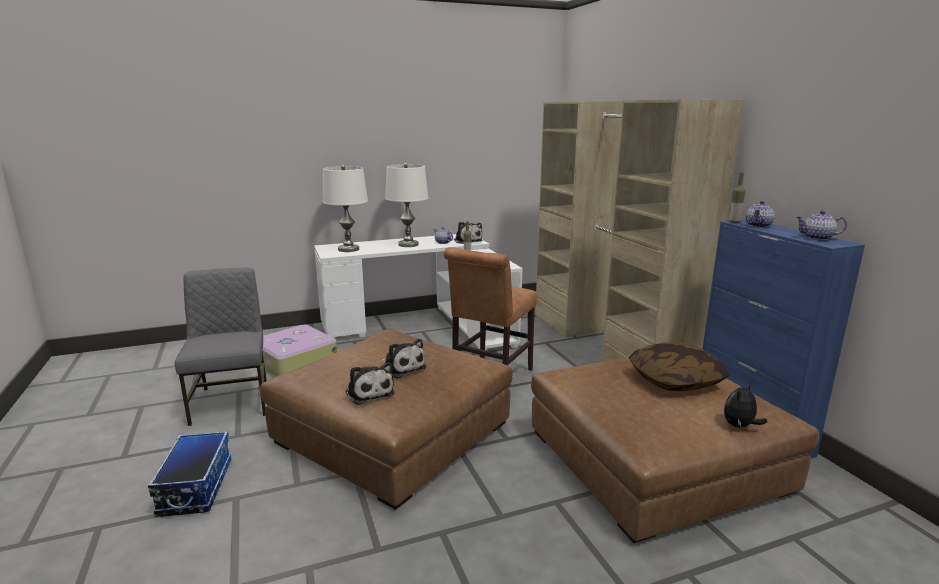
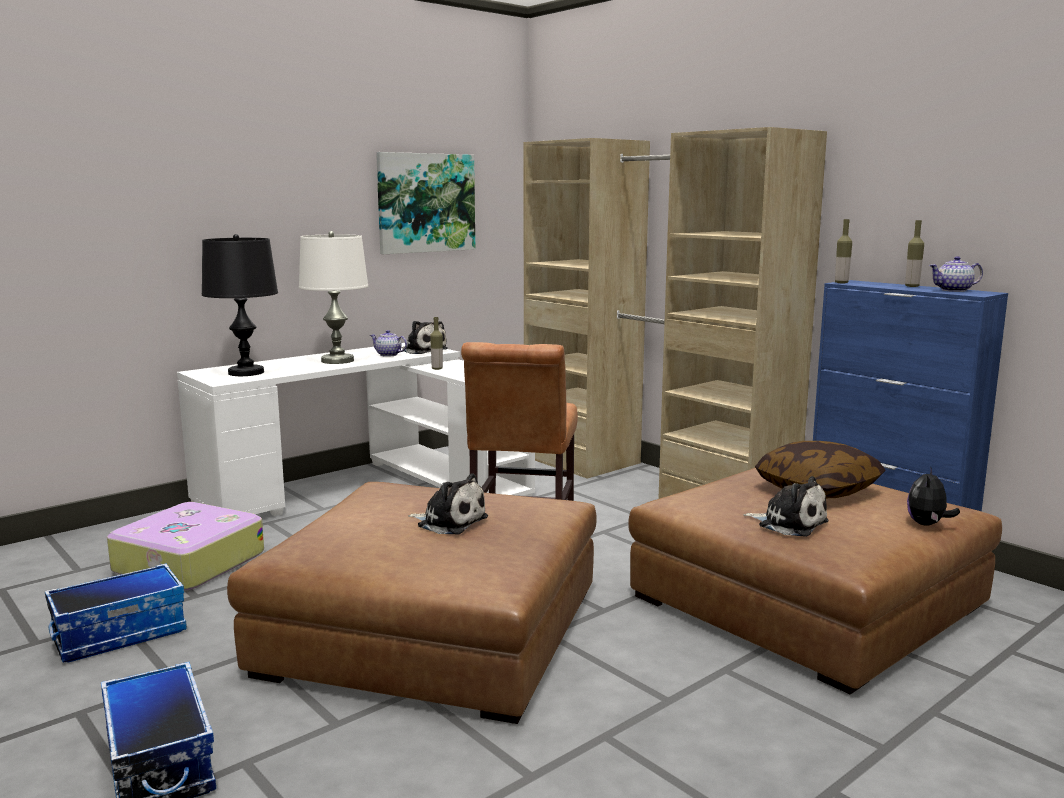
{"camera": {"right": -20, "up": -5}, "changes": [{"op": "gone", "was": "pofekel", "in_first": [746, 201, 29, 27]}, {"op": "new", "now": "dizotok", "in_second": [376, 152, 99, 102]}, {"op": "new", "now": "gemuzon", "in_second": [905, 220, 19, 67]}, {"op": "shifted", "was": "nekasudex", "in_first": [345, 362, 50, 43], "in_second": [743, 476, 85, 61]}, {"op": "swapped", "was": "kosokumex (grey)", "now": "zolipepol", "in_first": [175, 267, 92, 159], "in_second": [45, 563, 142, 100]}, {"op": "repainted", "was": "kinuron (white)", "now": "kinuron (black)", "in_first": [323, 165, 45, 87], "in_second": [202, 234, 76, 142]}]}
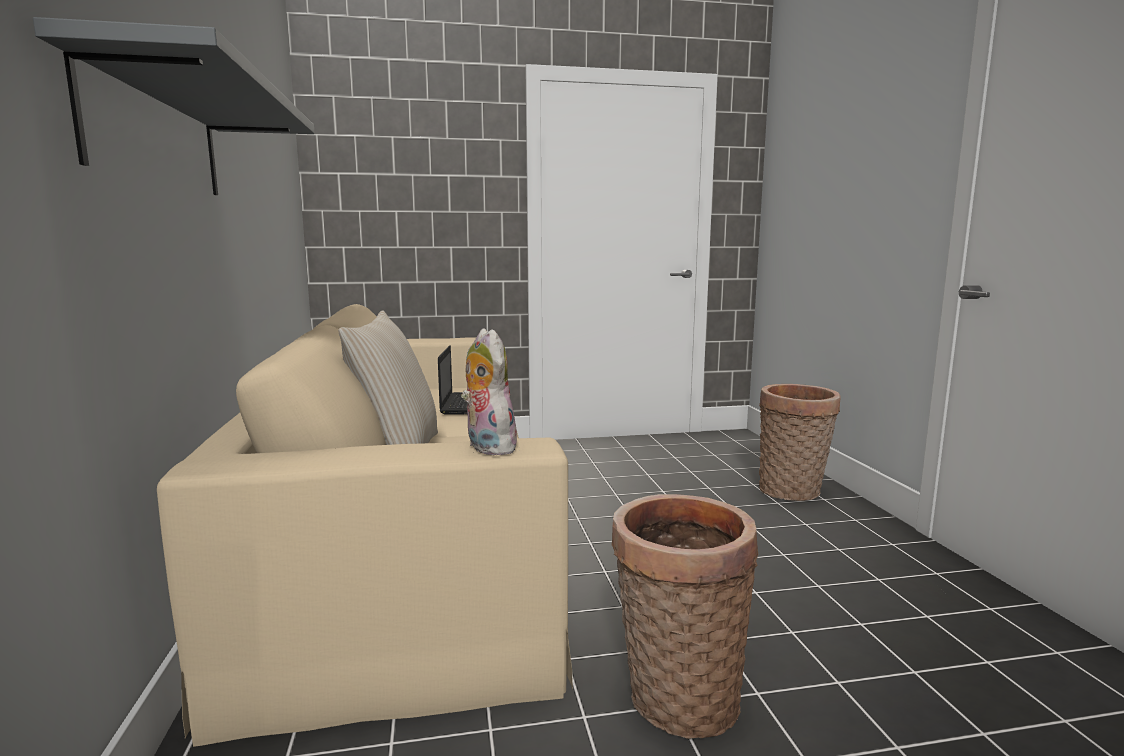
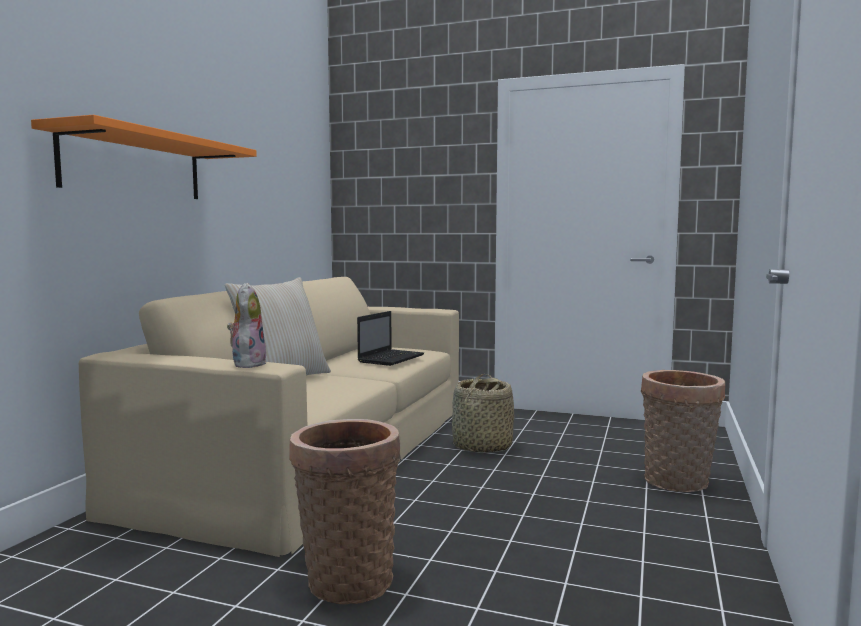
{"camera": {"right": 30, "up": -5}, "changes": [{"op": "new", "now": "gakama", "in_second": [452, 374, 62, 79]}, {"op": "repainted", "was": "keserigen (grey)", "now": "keserigen (orange)", "in_first": [33, 17, 282, 178], "in_second": [31, 115, 226, 84]}]}
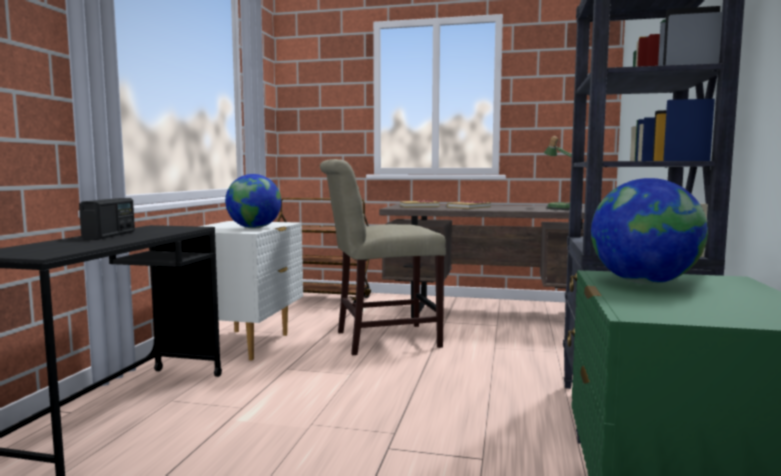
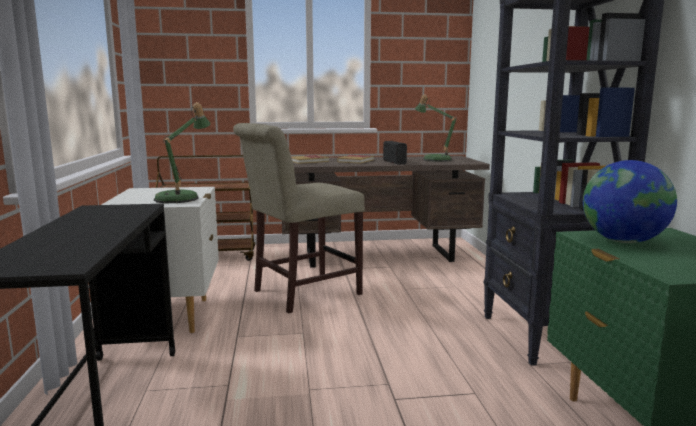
{"camera": {"right": -20, "up": 5}, "changes": [{"op": "shifted", "was": "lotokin", "in_first": [79, 198, 56, 42], "in_second": [383, 141, 24, 24]}, {"op": "swapped", "was": "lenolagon", "now": "kinuron", "in_first": [225, 174, 56, 55], "in_second": [154, 102, 57, 101]}]}
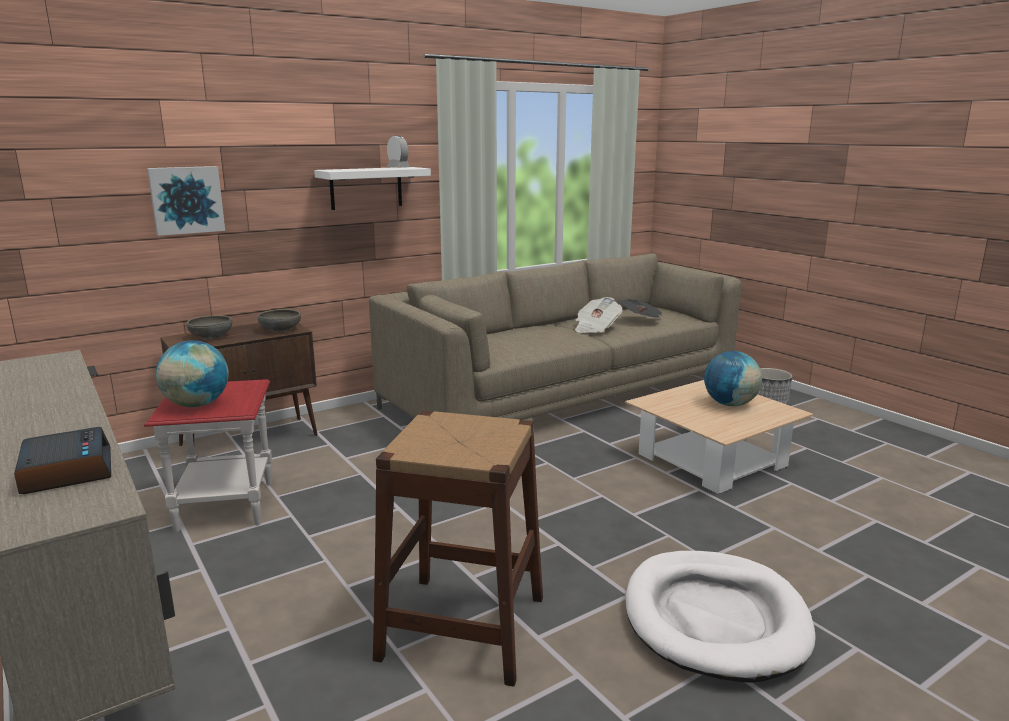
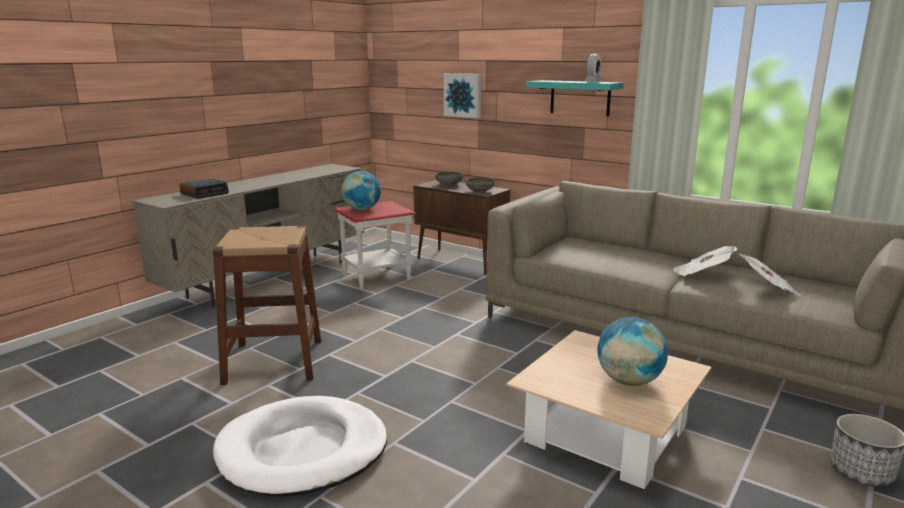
{"camera": {"right": 70, "up": 0}, "changes": [{"op": "repainted", "was": "keserigen (white)", "now": "keserigen (turquoise)", "in_first": [314, 167, 117, 43], "in_second": [526, 80, 98, 36]}]}
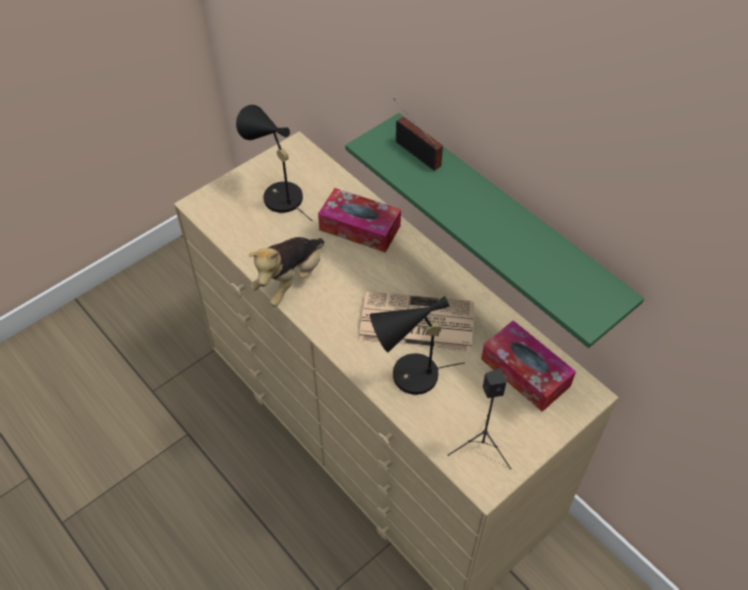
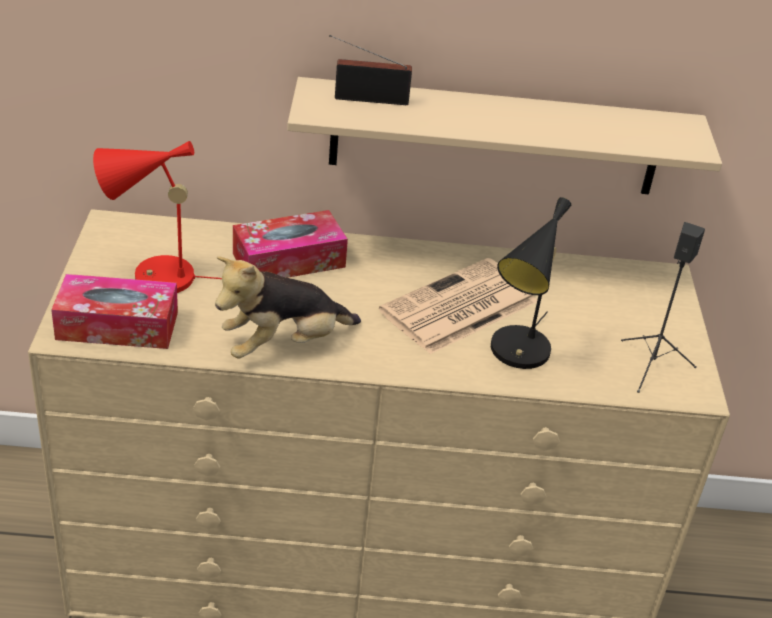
{"camera": {"right": -50, "up": -15}, "changes": [{"op": "shifted", "was": "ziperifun", "in_first": [481, 320, 95, 92], "in_second": [51, 274, 127, 75]}, {"op": "repainted", "was": "kinuron (black)", "now": "kinuron (red)", "in_first": [236, 105, 76, 116], "in_second": [93, 141, 129, 152]}, {"op": "repainted", "was": "keserigen (green)", "now": "keserigen (beige)", "in_first": [345, 113, 299, 235], "in_second": [287, 77, 435, 117]}, {"op": "rotated", "was": "nekasudex", "in_first": [249, 237, 75, 69], "in_second": [215, 256, 146, 102], "clockwise": 75}]}
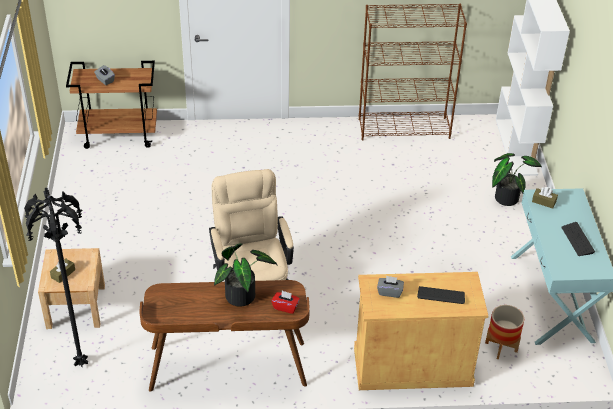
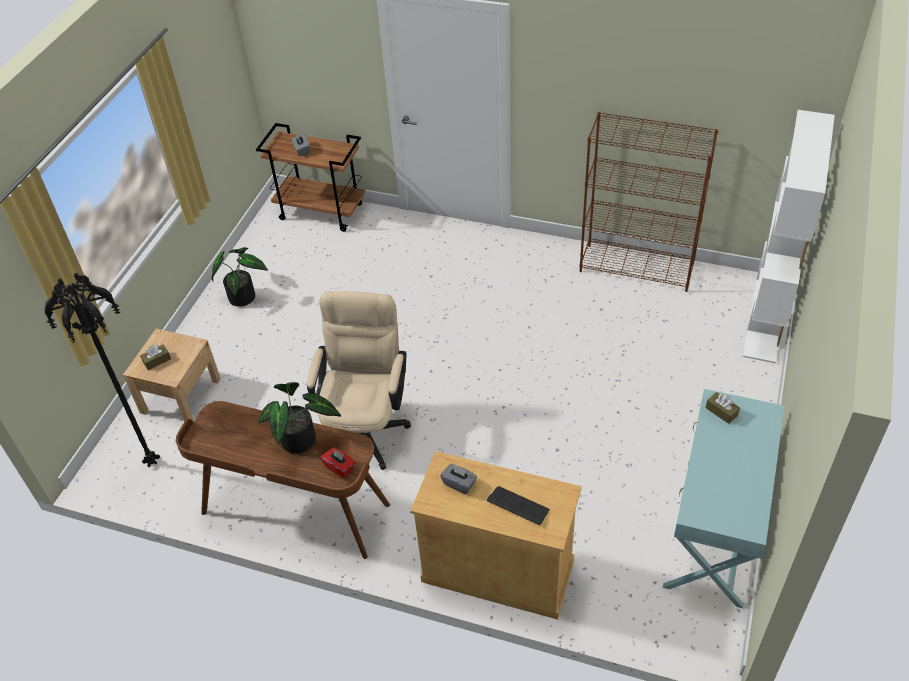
{"camera": {"right": 25, "up": 5}, "changes": [{"op": "gone", "was": "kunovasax", "in_first": [485, 305, 39, 54]}, {"op": "gone", "was": "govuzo", "in_first": [561, 222, 34, 34]}, {"op": "shifted", "was": "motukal", "in_first": [492, 153, 50, 53], "in_second": [212, 247, 56, 60]}]}
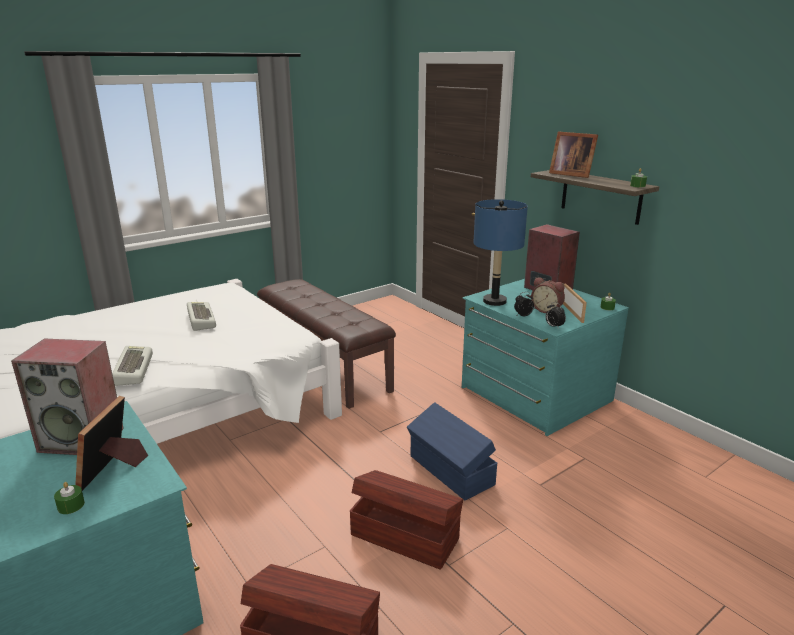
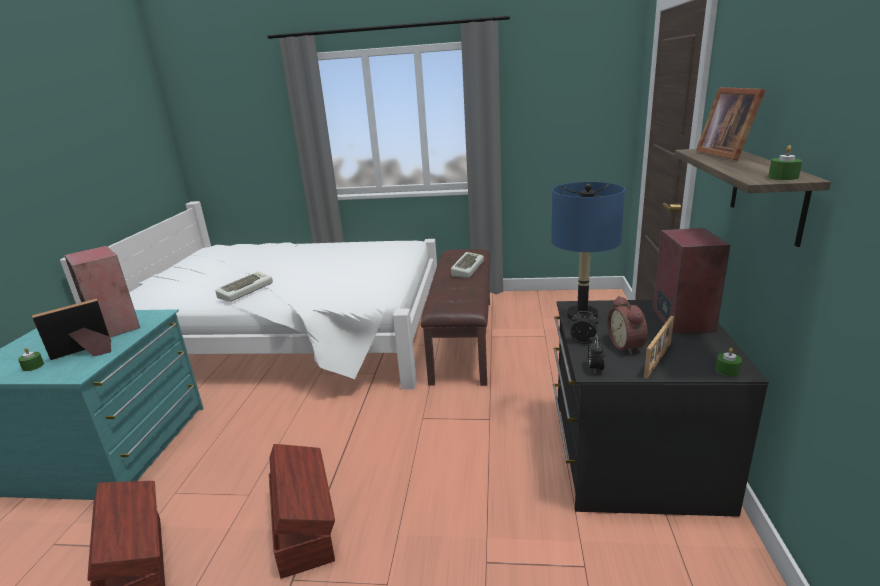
{"camera": {"right": 45, "up": 0}, "changes": [{"op": "gone", "was": "zolipepol (blue)", "in_first": [407, 402, 90, 98]}, {"op": "shifted", "was": "govuzo", "in_first": [187, 302, 29, 29], "in_second": [451, 252, 33, 26]}, {"op": "repainted", "was": "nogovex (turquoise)", "now": "nogovex (black)", "in_first": [462, 279, 167, 157], "in_second": [553, 300, 216, 217]}]}
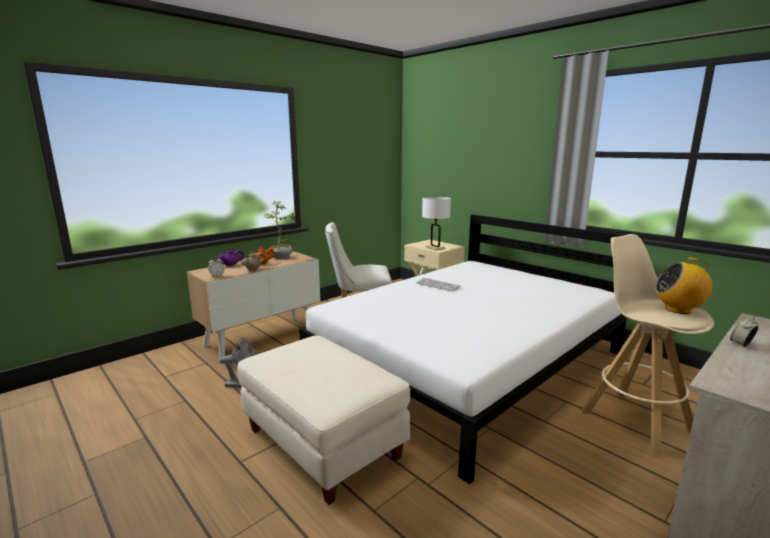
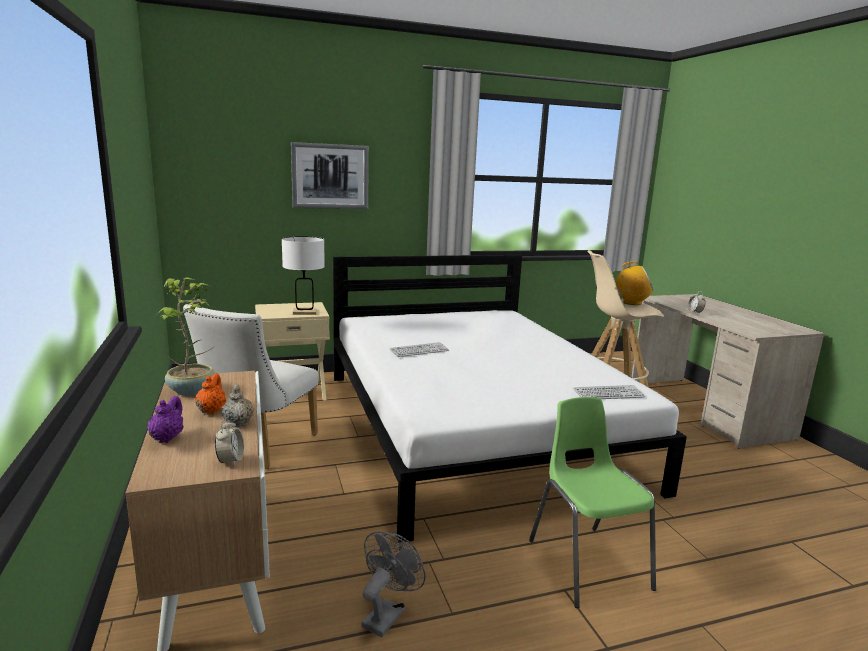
{"camera": {"right": -65, "up": 0}, "changes": [{"op": "new", "now": "dizotok", "in_second": [291, 142, 78, 67]}, {"op": "new", "now": "govuzo", "in_second": [573, 385, 72, 14]}, {"op": "swapped", "was": "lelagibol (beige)", "now": "kosokumex (green)", "in_first": [237, 335, 173, 170], "in_second": [529, 397, 127, 211]}, {"op": "rotated", "was": "lotokin", "in_first": [654, 257, 58, 57], "in_second": [616, 261, 37, 44], "clockwise": -120}]}
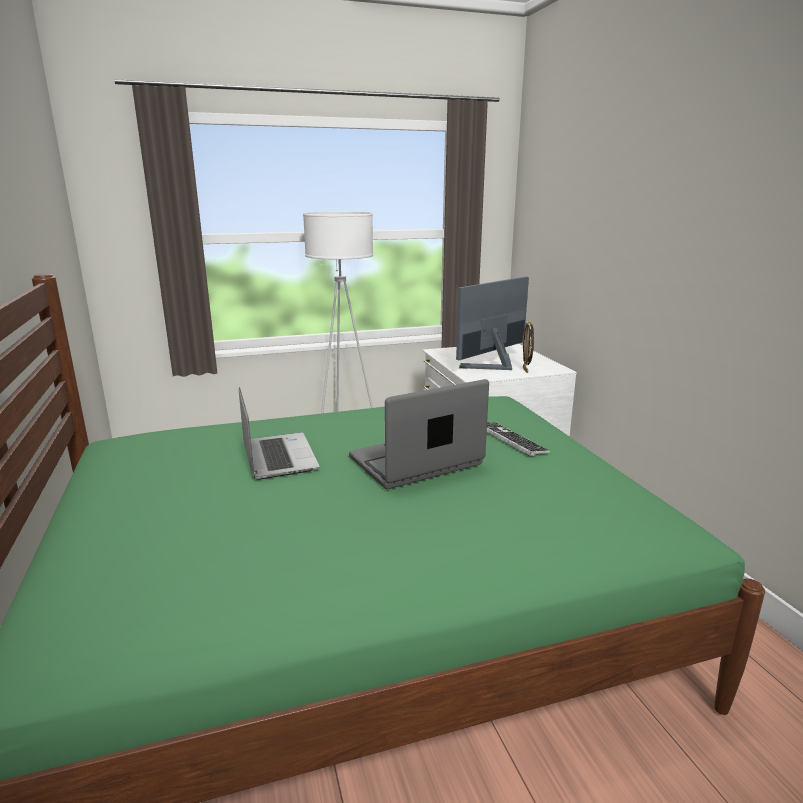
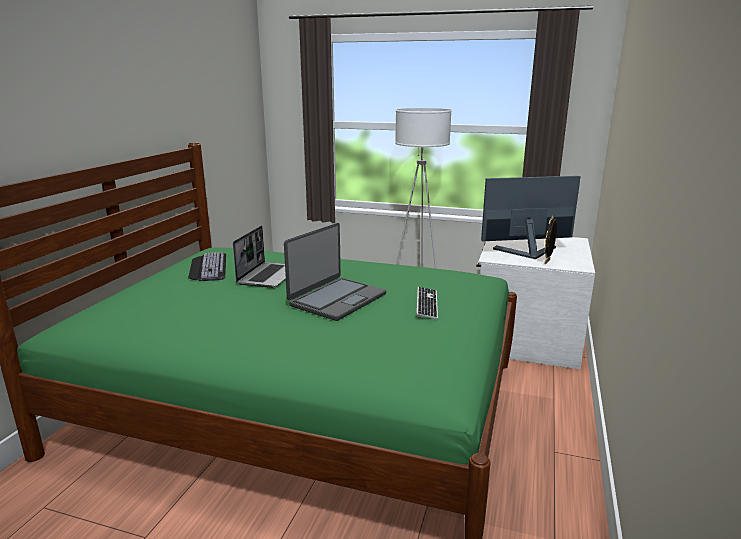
{"camera": {"right": 35, "up": 0}, "changes": [{"op": "new", "now": "govuzo", "in_second": [188, 252, 38, 29]}, {"op": "rotated", "was": "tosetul", "in_first": [349, 379, 140, 110], "in_second": [284, 223, 102, 98], "clockwise": 120}]}
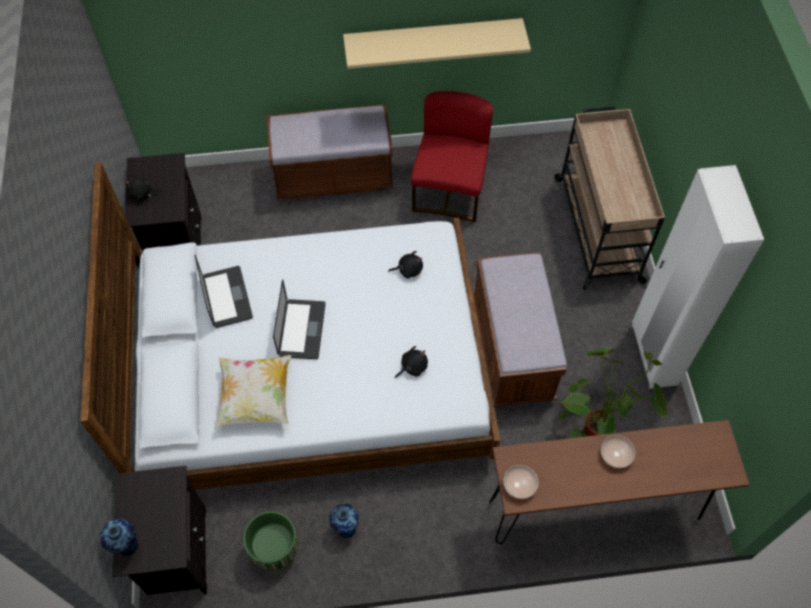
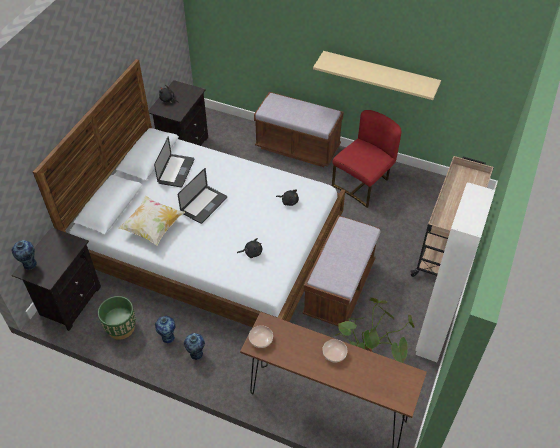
{"camera": {"right": 30, "up": -10}, "changes": [{"op": "new", "now": "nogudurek", "in_second": [184, 333, 21, 27]}]}
